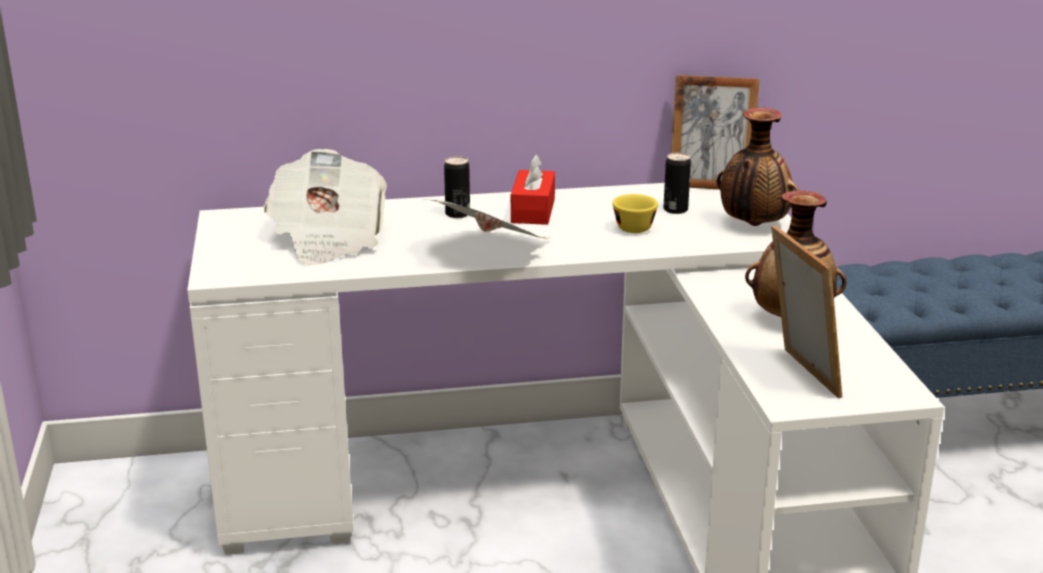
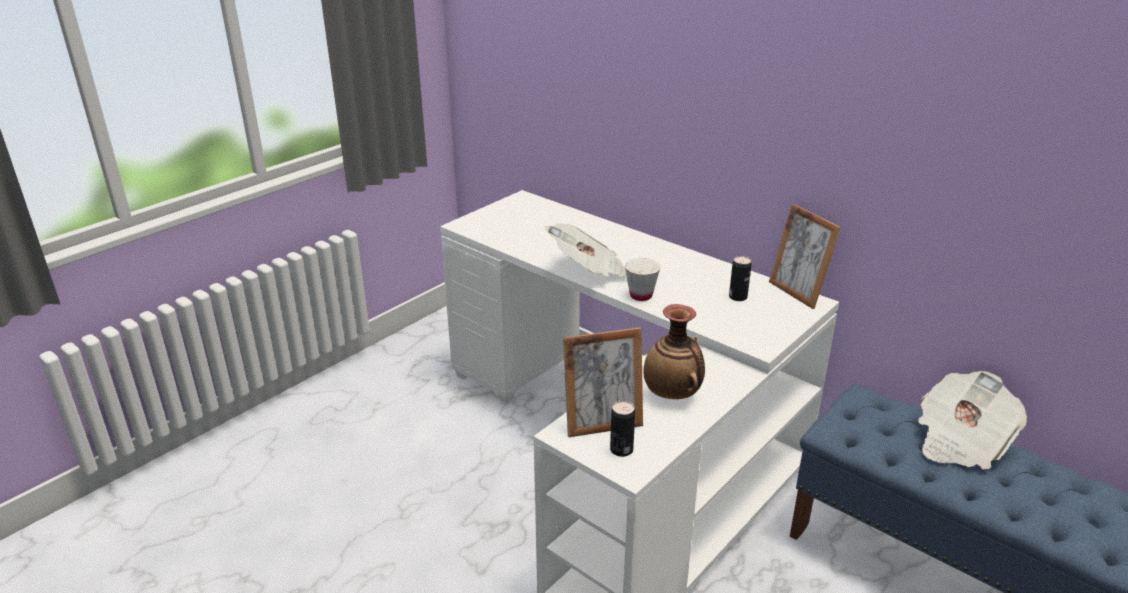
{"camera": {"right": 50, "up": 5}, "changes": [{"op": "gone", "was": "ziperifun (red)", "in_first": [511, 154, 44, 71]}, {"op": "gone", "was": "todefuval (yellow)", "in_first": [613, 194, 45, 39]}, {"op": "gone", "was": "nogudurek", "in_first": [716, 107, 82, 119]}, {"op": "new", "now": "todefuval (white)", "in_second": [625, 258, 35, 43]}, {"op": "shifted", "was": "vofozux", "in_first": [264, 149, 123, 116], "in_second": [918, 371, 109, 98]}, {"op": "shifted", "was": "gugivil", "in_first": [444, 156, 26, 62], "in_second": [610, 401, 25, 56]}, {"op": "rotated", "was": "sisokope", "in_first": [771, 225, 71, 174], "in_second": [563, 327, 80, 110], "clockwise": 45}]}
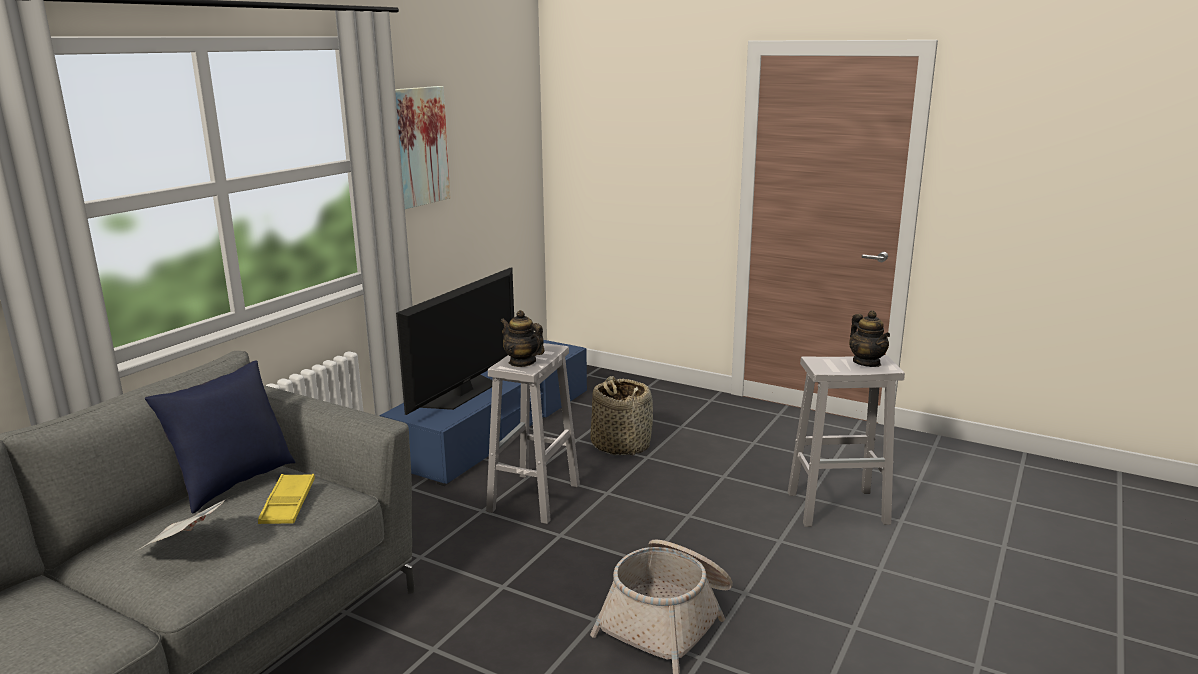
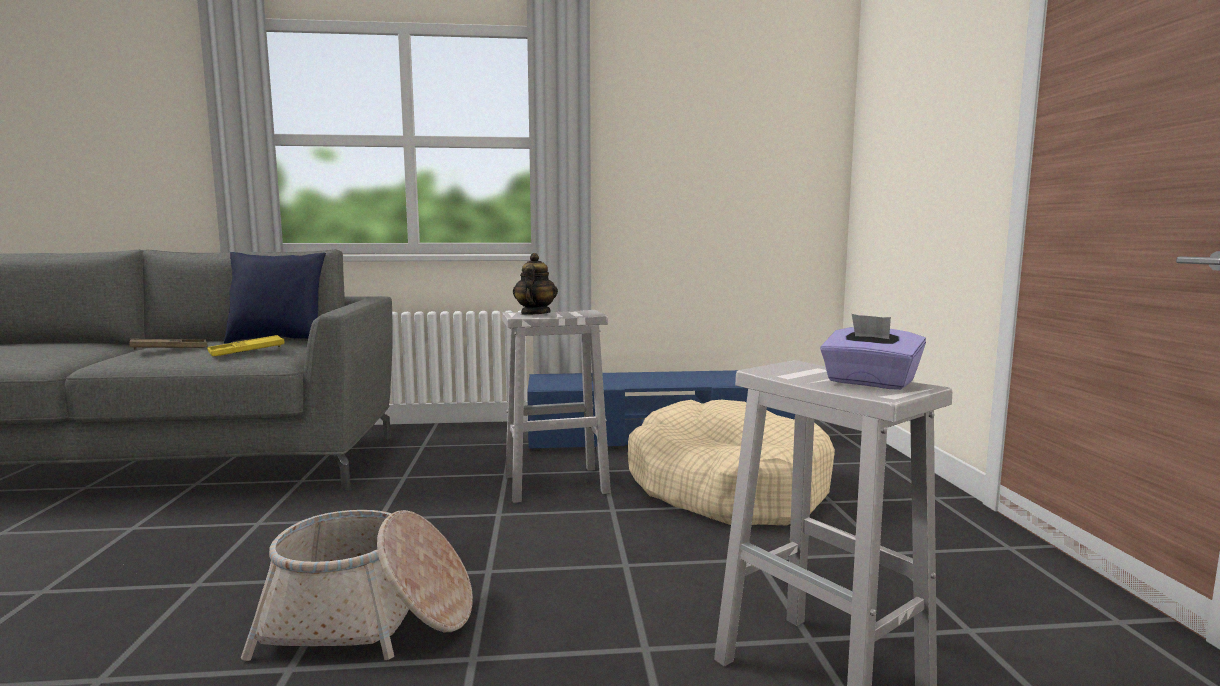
{"camera": {"right": 55, "up": -10}, "changes": [{"op": "gone", "was": "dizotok", "in_first": [395, 86, 55, 123]}, {"op": "gone", "was": "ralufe", "in_first": [396, 268, 118, 147]}, {"op": "swapped", "was": "vofozux", "now": "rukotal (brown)", "in_first": [138, 497, 92, 53], "in_second": [129, 339, 78, 11]}, {"op": "swapped", "was": "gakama", "now": "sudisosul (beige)", "in_first": [591, 376, 62, 79], "in_second": [628, 400, 207, 125]}, {"op": "swapped", "was": "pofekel", "now": "ziperifun (purple)", "in_first": [849, 310, 41, 57], "in_second": [820, 314, 106, 76]}]}
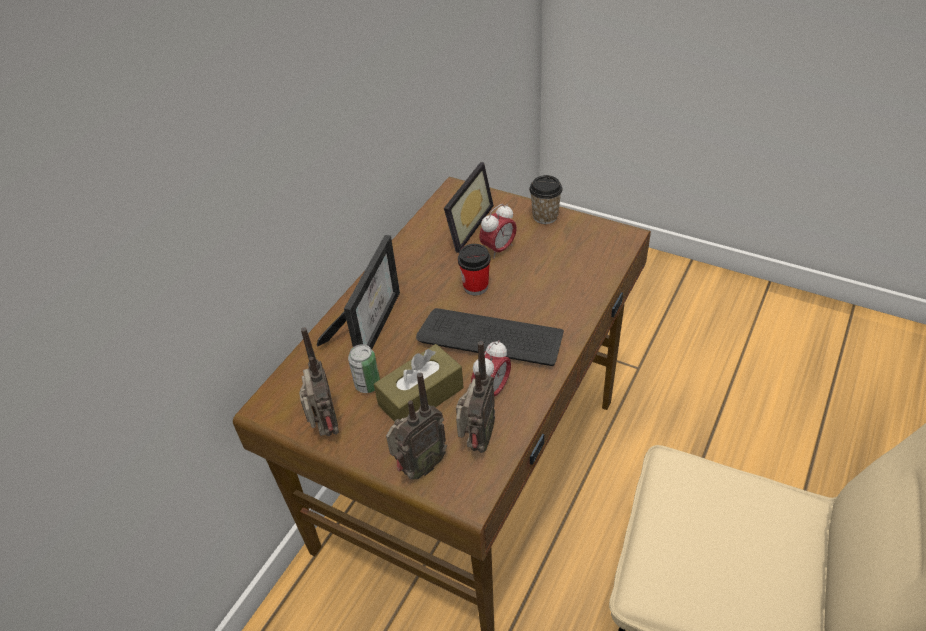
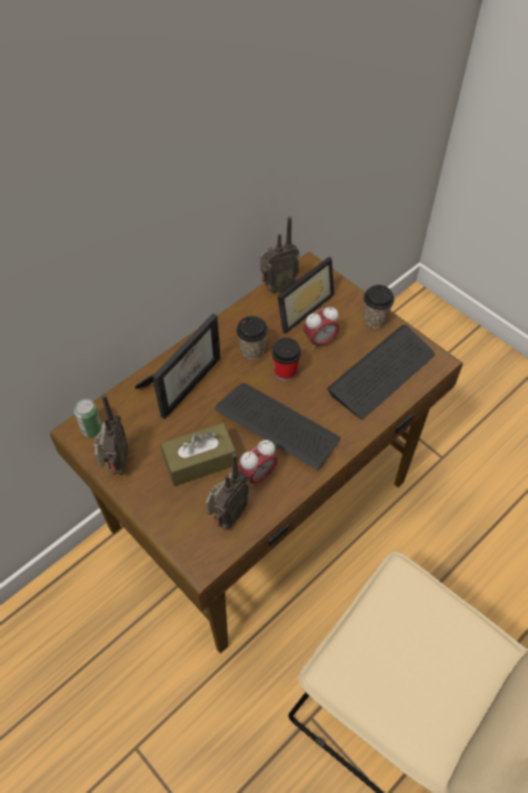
{"camera": {"right": 15, "up": 10}, "changes": [{"op": "new", "now": "todefuval", "in_second": [236, 316, 32, 44]}, {"op": "new", "now": "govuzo", "in_second": [327, 325, 108, 94]}, {"op": "shifted", "was": "gugivil", "in_first": [348, 344, 32, 49], "in_second": [74, 399, 28, 38]}, {"op": "shifted", "was": "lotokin", "in_first": [386, 372, 61, 108], "in_second": [260, 216, 40, 77]}]}
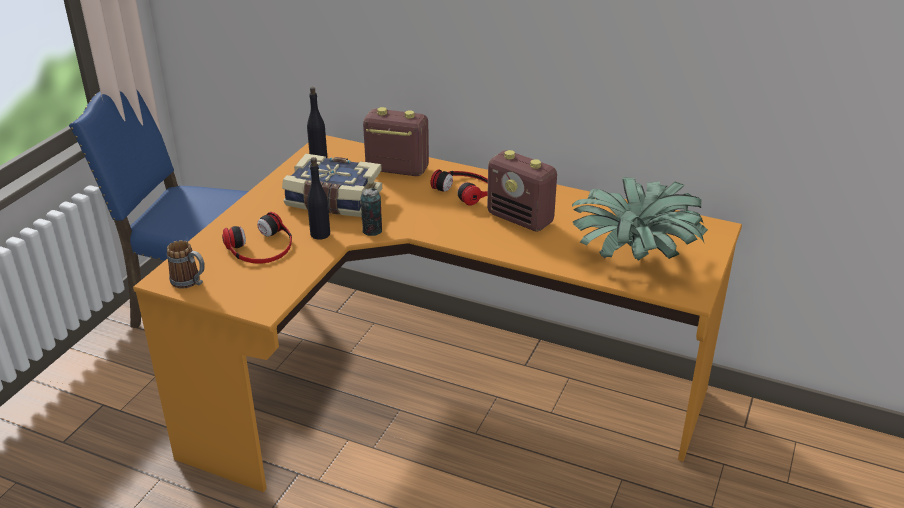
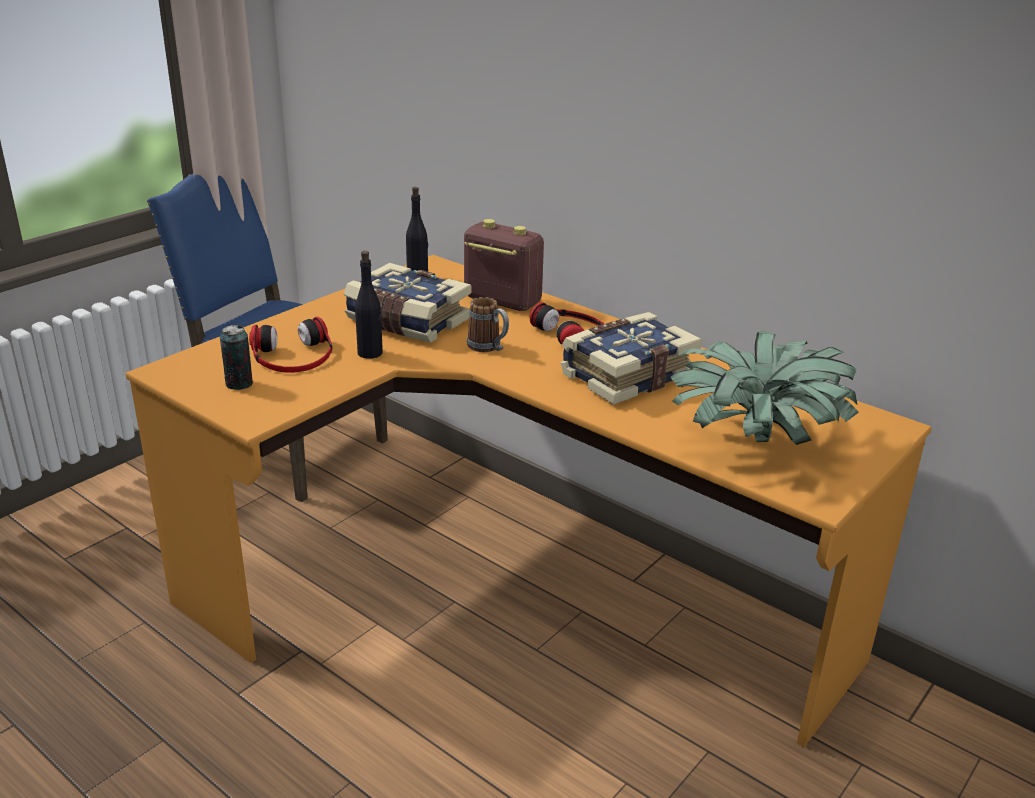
{"camera": {"right": 15, "up": -5}, "changes": [{"op": "shifted", "was": "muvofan", "in_first": [167, 240, 38, 49], "in_second": [467, 297, 42, 55]}, {"op": "shifted", "was": "gugivil", "in_first": [360, 188, 22, 48], "in_second": [220, 325, 33, 65]}, {"op": "swapped", "was": "lotokin", "now": "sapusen", "in_first": [487, 150, 70, 82], "in_second": [561, 312, 141, 93]}]}
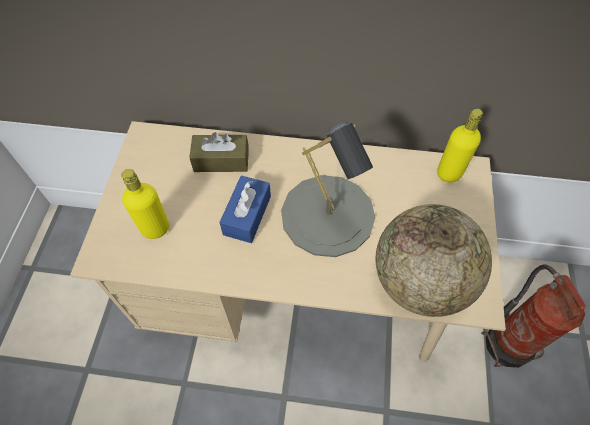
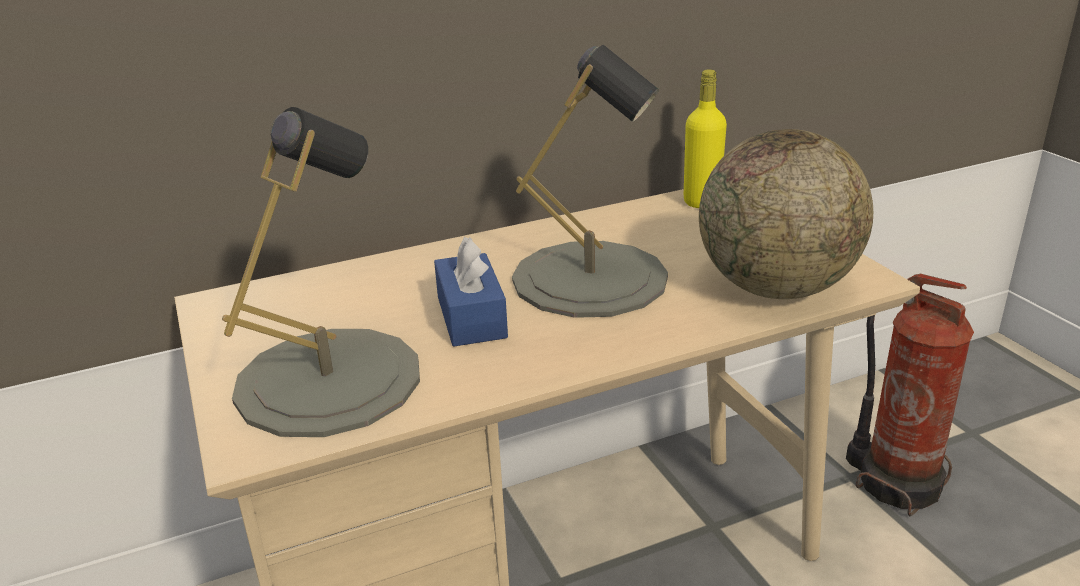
{"camera": {"right": -30, "up": -30}, "changes": [{"op": "gone", "was": "ziperifun (brown)", "in_first": [189, 132, 60, 40]}, {"op": "swapped", "was": "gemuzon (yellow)", "now": "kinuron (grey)", "in_first": [121, 169, 48, 70], "in_second": [222, 107, 198, 330]}]}
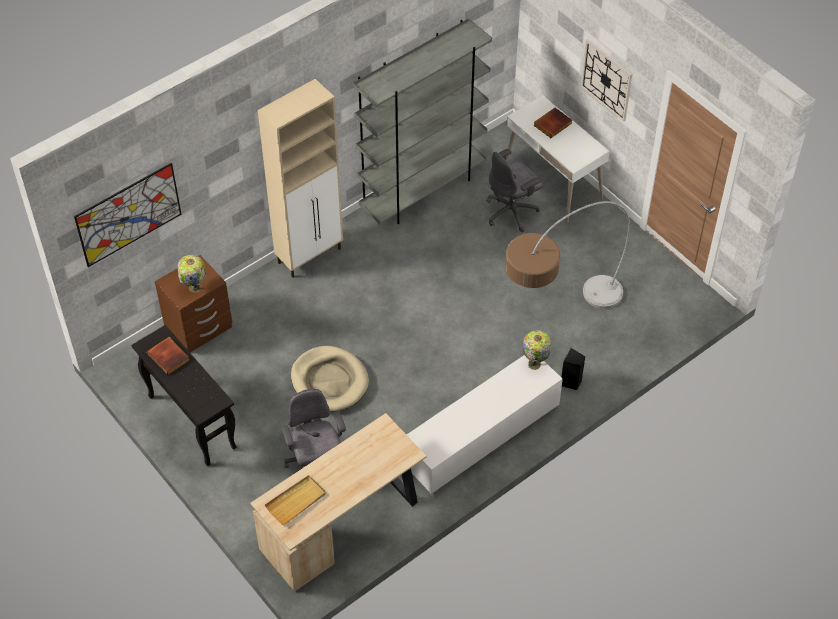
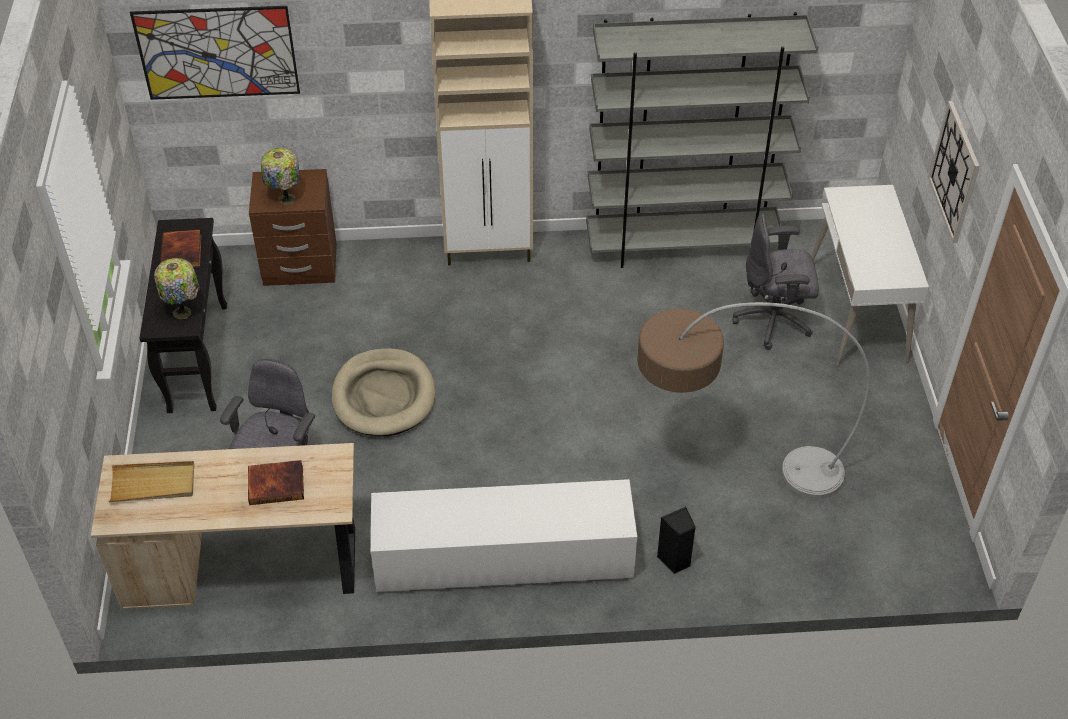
{"camera": {"right": 35, "up": -5}, "changes": [{"op": "shifted", "was": "kinuron", "in_first": [523, 330, 28, 40], "in_second": [154, 258, 46, 61]}, {"op": "shifted", "was": "sapusen", "in_first": [533, 108, 39, 30], "in_second": [248, 460, 56, 45]}]}
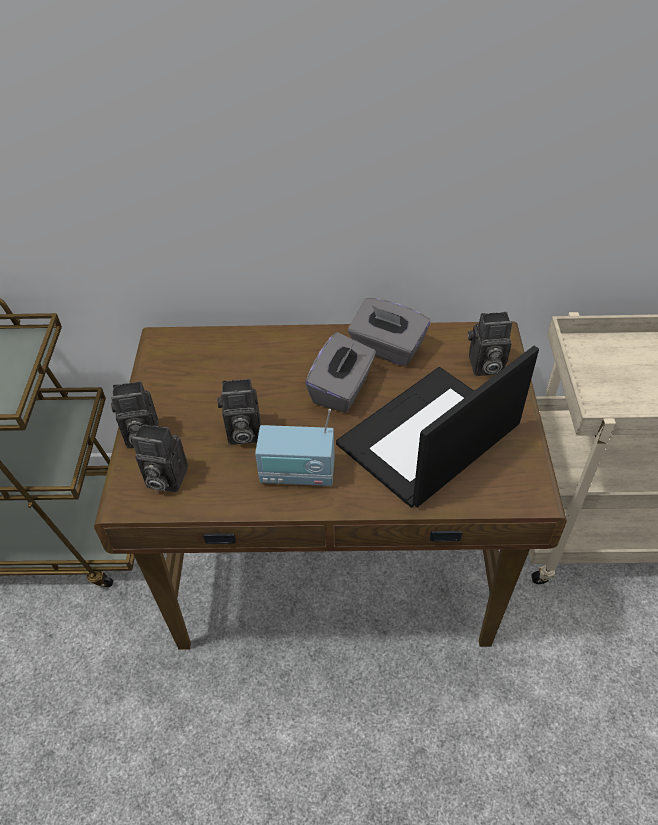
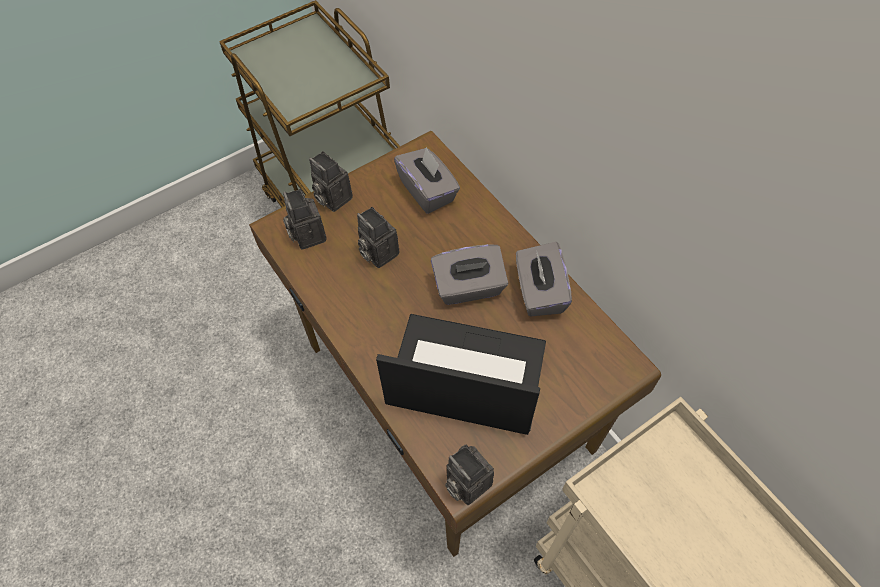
{"camera": {"right": 55, "up": 10}, "changes": [{"op": "gone", "was": "lotokin", "in_first": [255, 409, 79, 77]}, {"op": "new", "now": "ziperifun (grey)", "in_second": [394, 147, 66, 67]}, {"op": "shifted", "was": "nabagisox", "in_first": [468, 312, 44, 64], "in_second": [445, 445, 49, 60]}]}
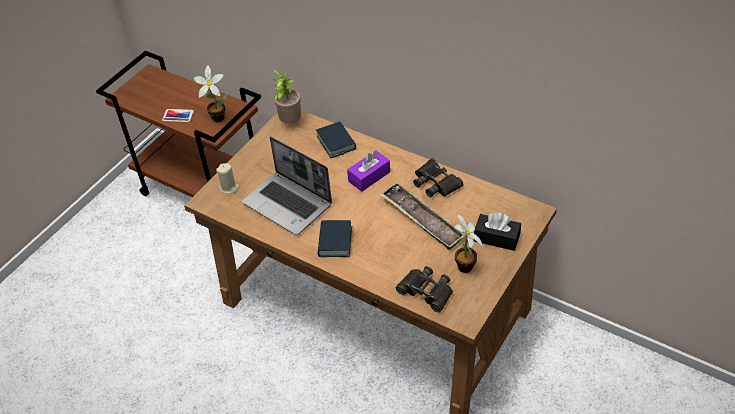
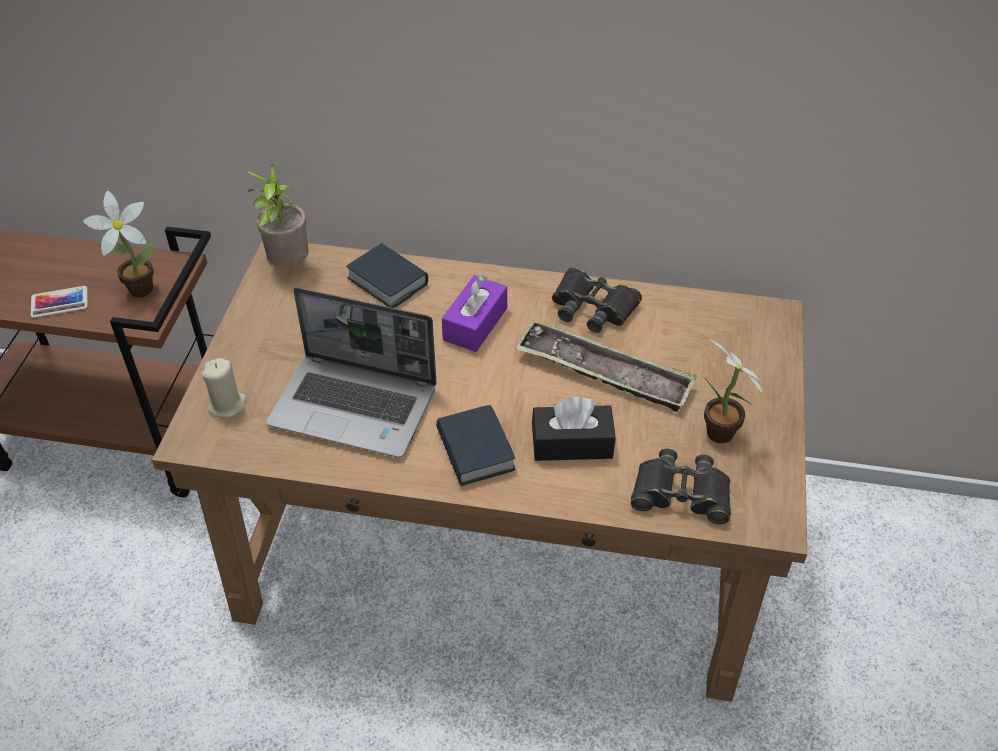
{"camera": {"right": -25, "up": 0}, "changes": [{"op": "shifted", "was": "ziperifun (black)", "in_first": [474, 213, 47, 38], "in_second": [532, 396, 84, 65]}]}
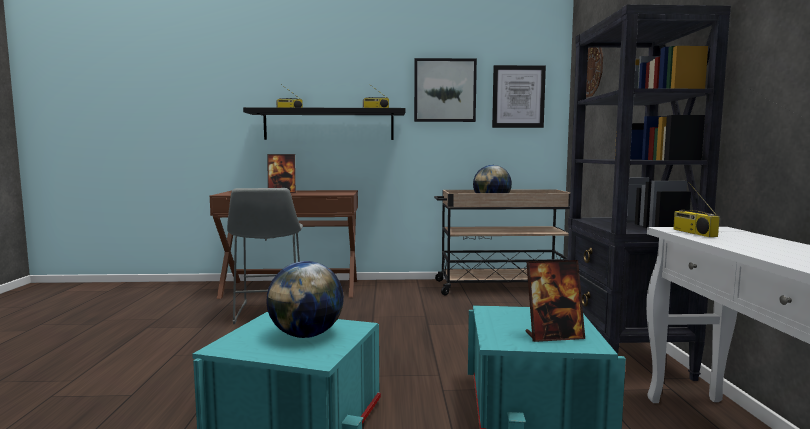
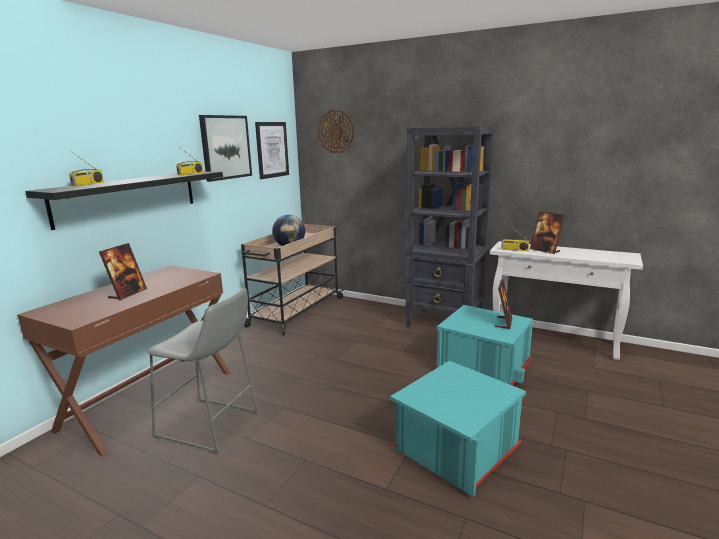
{"camera": {"right": -60, "up": 10}, "changes": [{"op": "gone", "was": "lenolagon", "in_first": [266, 261, 78, 77]}, {"op": "new", "now": "sisokope", "in_second": [530, 211, 35, 43]}]}
